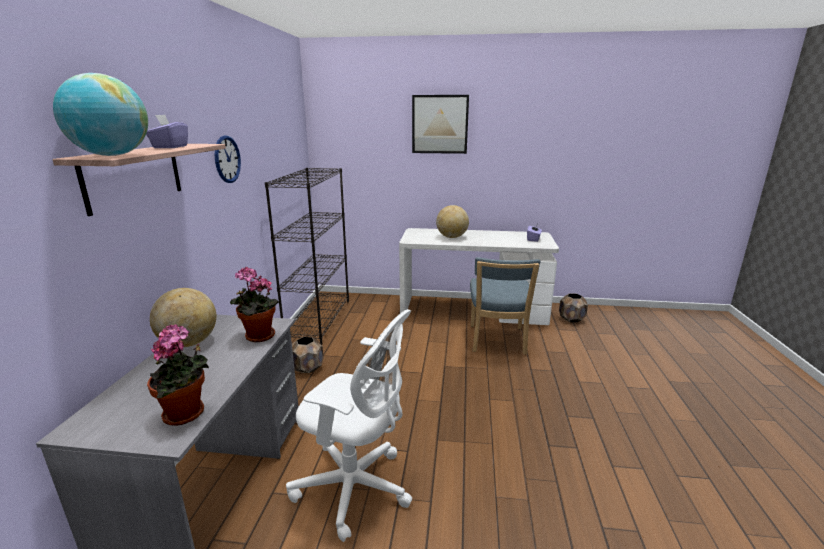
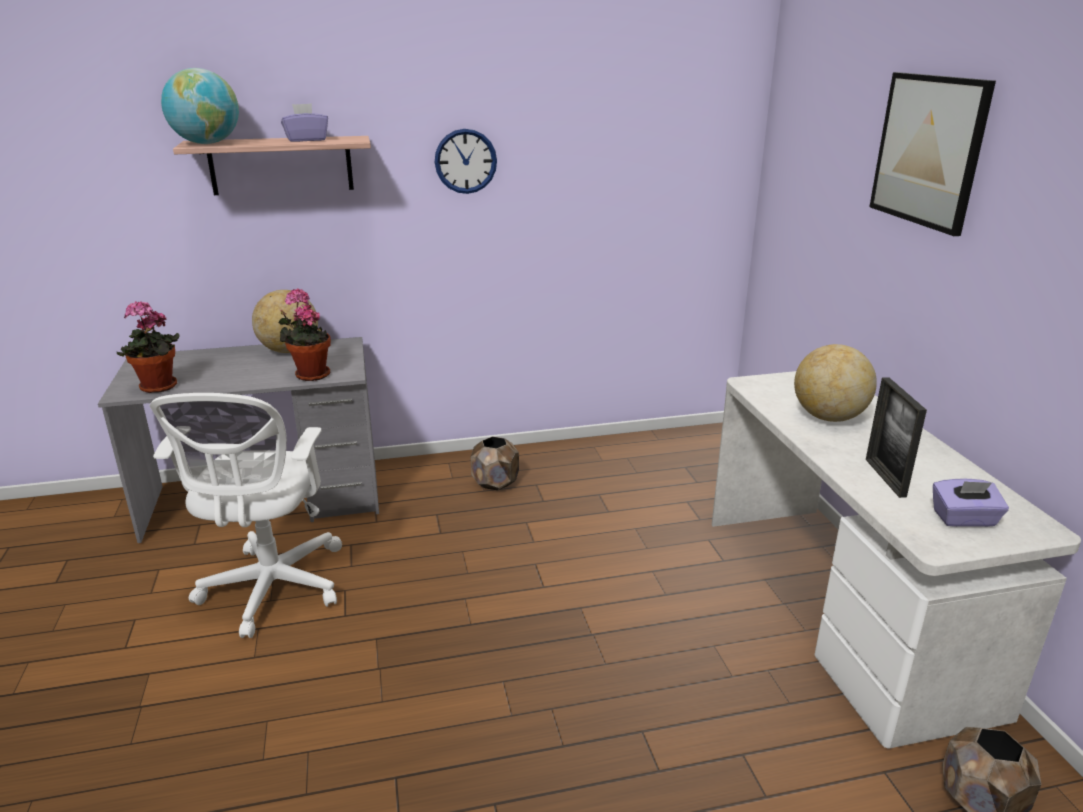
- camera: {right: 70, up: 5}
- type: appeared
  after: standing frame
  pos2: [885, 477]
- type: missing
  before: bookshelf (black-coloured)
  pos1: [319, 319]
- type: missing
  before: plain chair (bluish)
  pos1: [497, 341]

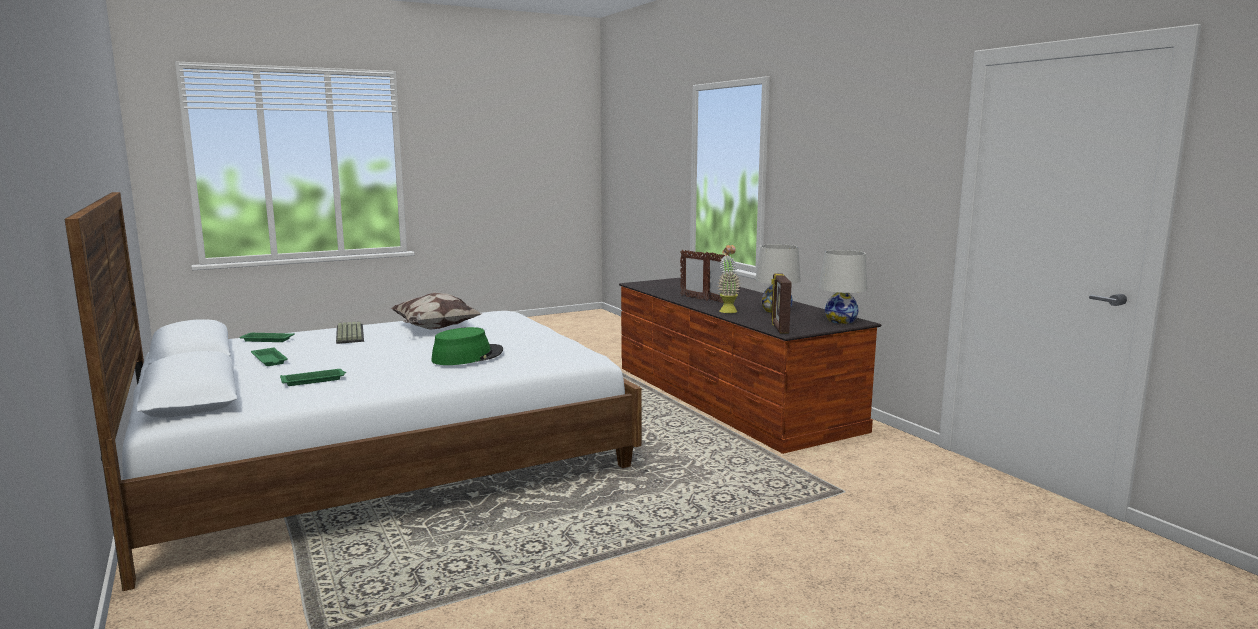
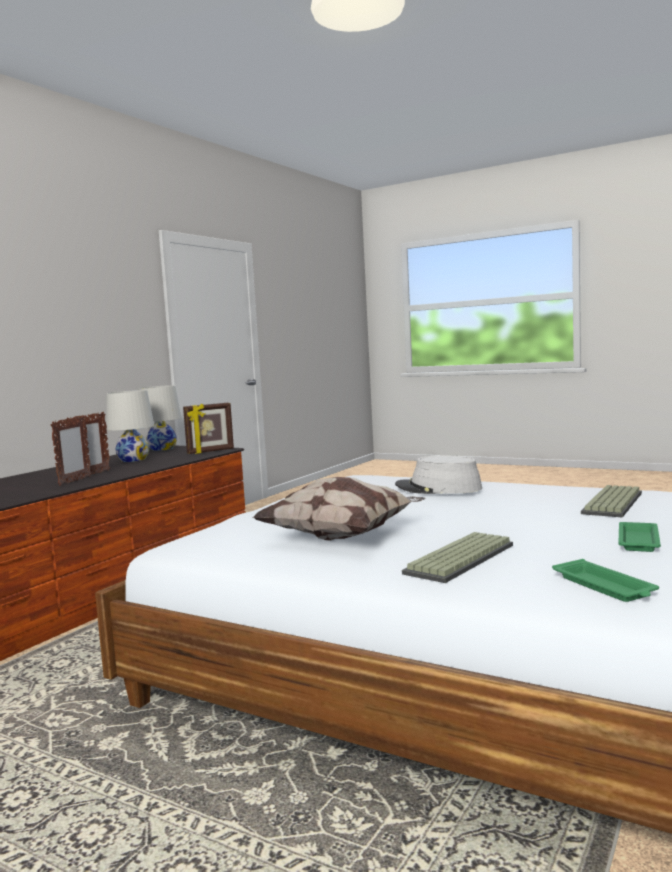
- camera: {right: -120, up: -5}
- type: colour
  before: hat (green-coloured)
  after: hat (gray)
  pos1: [467, 356]
  pos2: [438, 488]
- type: exchanged
  before: tray (green-coloured)
  after: computer keyboard
  pos1: [314, 380]
  pos2: [614, 503]
- type: missing
  before: plant in a pot
  pos1: [727, 310]

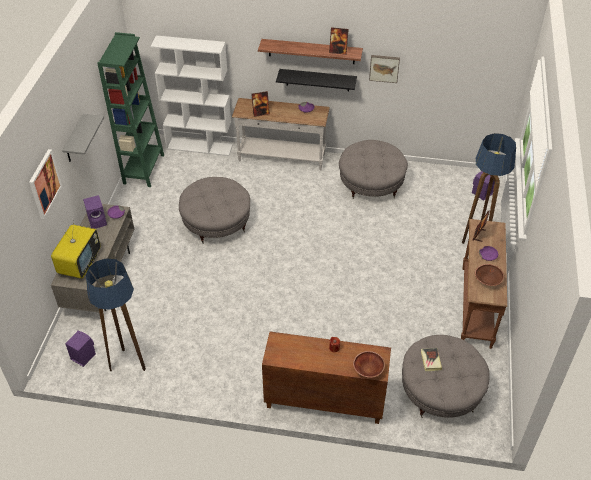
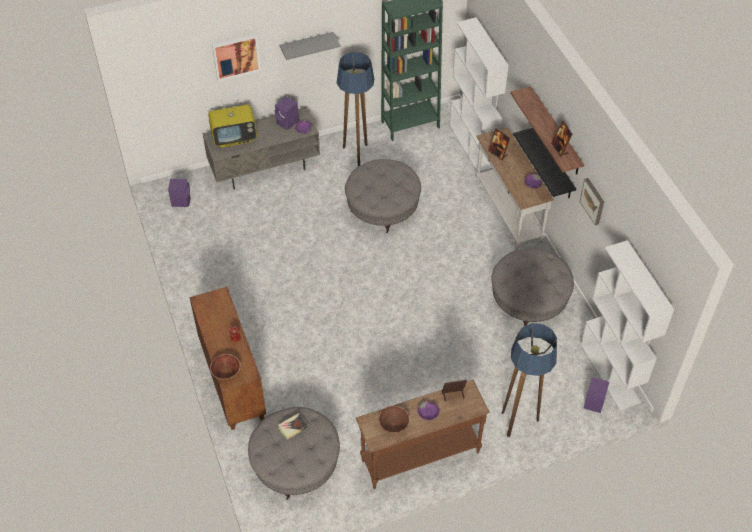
- camera: {right: 60, up: 5}
- type: relocated
  before: standard lamp
  pos1: [129, 364]
  pos2: [356, 155]
- type: appeared
  after: bookshelf (whitish)
  pos2: [610, 373]

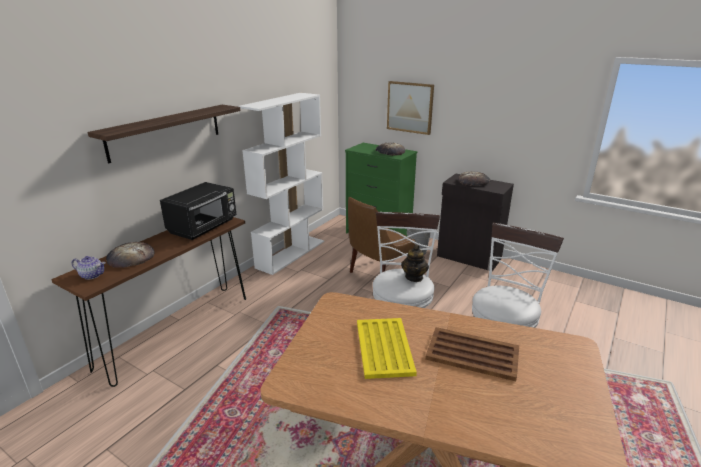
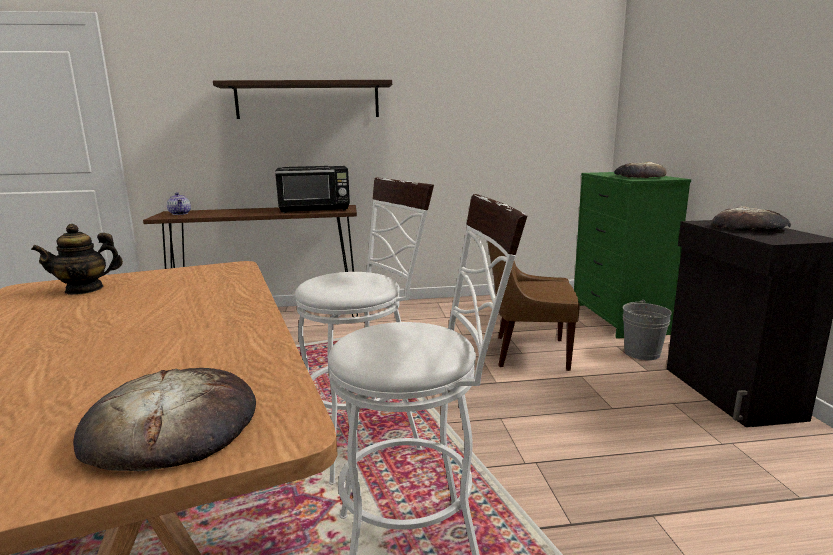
- camera: {right: 50, up: -10}
- type: relocated
  before: tea pot
  pos1: [414, 277]
  pos2: [84, 289]
- type: relocated
  before: bread
  pos1: [131, 257]
  pos2: [172, 425]
- type: missing
  before: bookshelf (whitish)
  pos1: [291, 254]
- type: missing
  before: tray (yellowish)
  pos1: [384, 348]
- type: missing
  before: picture
  pos1: [410, 107]
- type: missing
  before: tray (brown-coloured)
  pos1: [471, 353]

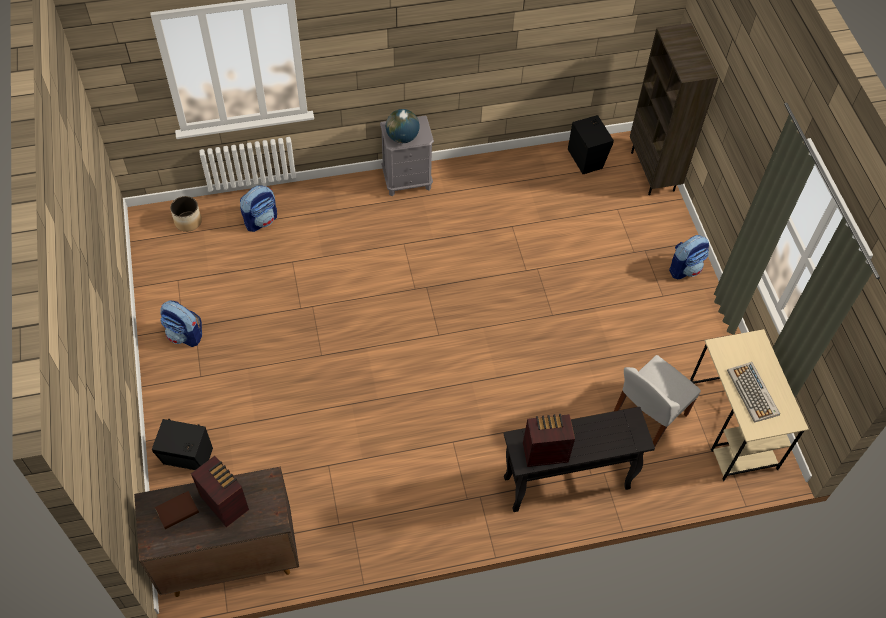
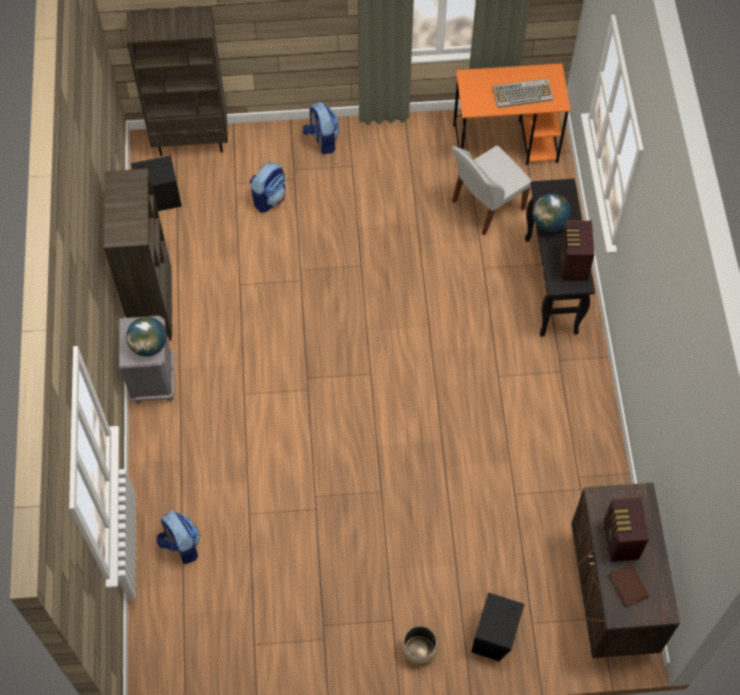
- camera: {right: -80, up: 5}
- type: appeared
  after: bookshelf (brown-coloured)
  pos2: [154, 312]
- type: relocated
  before: backpack
  pos1: [185, 335]
  pos2: [269, 198]
- type: relocated
  before: flower pot
  pos1: [188, 221]
  pos2: [419, 650]
- type: spun
  before: plain chair (whitish)
  pos1: [648, 416]
  pos2: [486, 206]
  turn: 90
- type: colour
  before: desk unit (beige)
  after: desk unit (orangey)
  pos1: [731, 428]
  pos2: [506, 143]
- type: appeared
  after: desk globe
  pos2: [550, 223]
- type: spun
  before: radio
  pos1: [224, 502]
  pos2: [620, 540]
  turn: -60

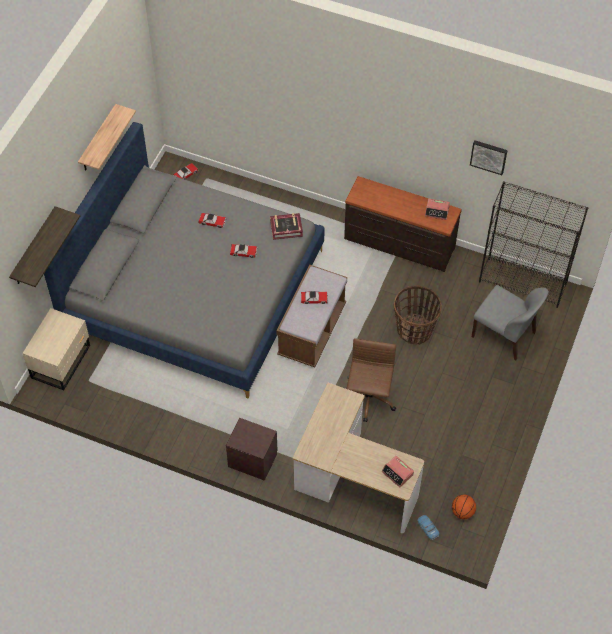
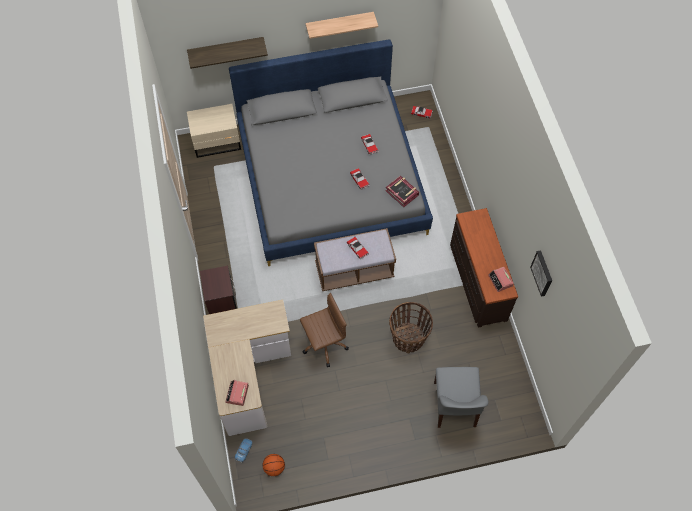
- camera: {right: 55, up: 5}
- type: missing
  before: bookshelf (black-coloured)
  pos1: [523, 282]

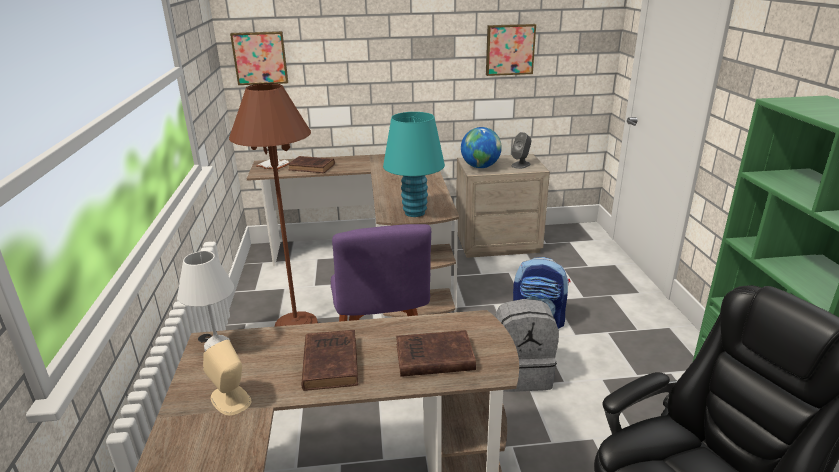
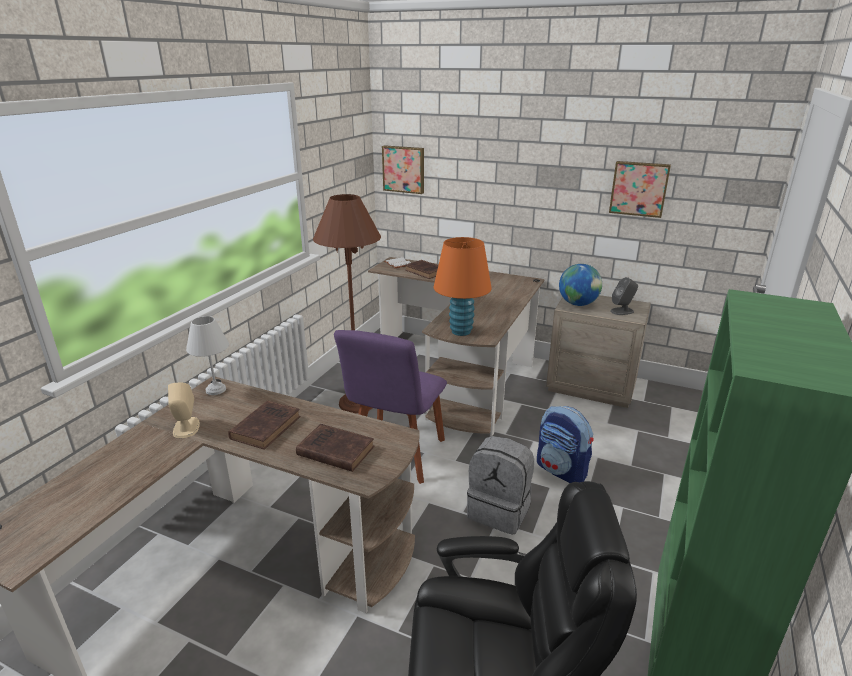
- camera: {right: 30, up: 0}
- type: colour
  before: table lamp (blue-green)
  after: table lamp (orangey)
  pos1: [414, 213]
  pos2: [461, 331]

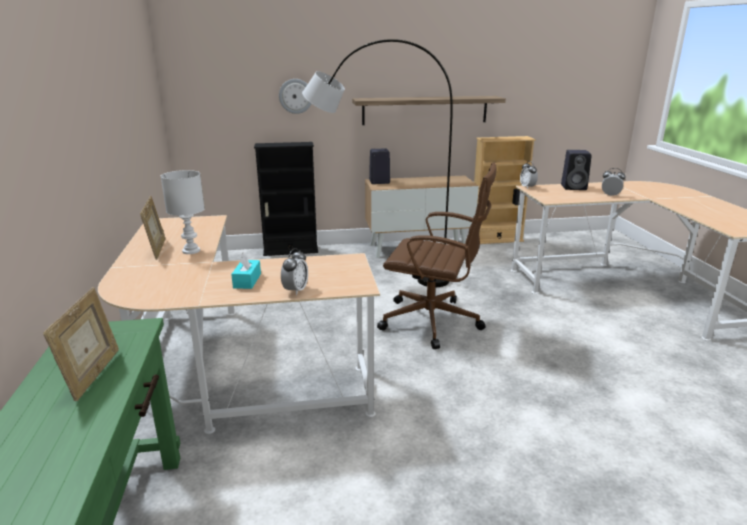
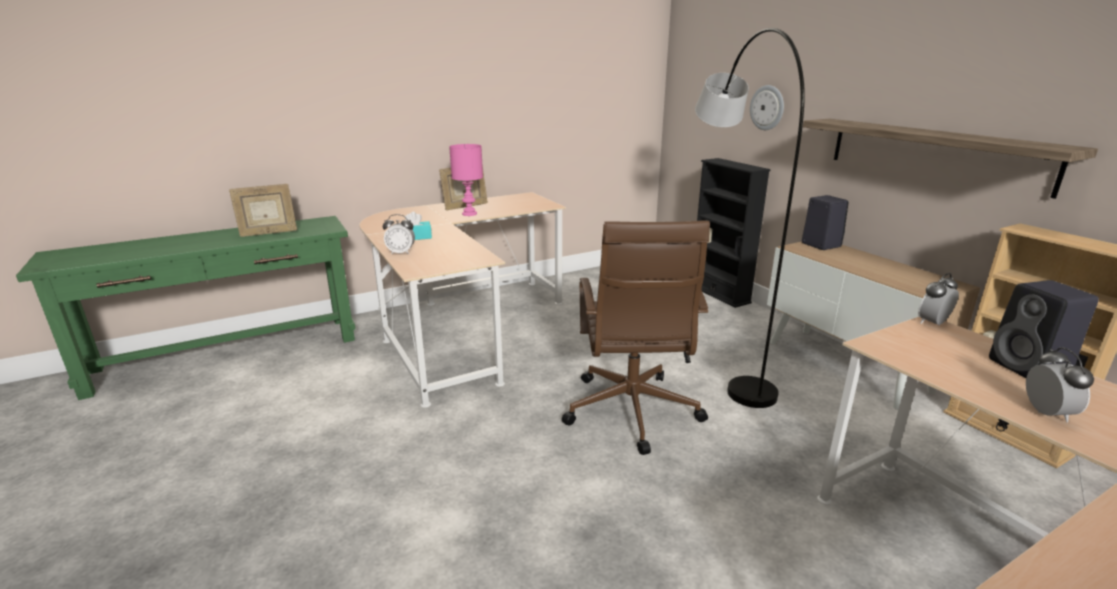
- camera: {right: 70, up: 0}
- type: colour
  before: table lamp (whitish)
  after: table lamp (pink)
  pos1: [192, 250]
  pos2: [470, 214]

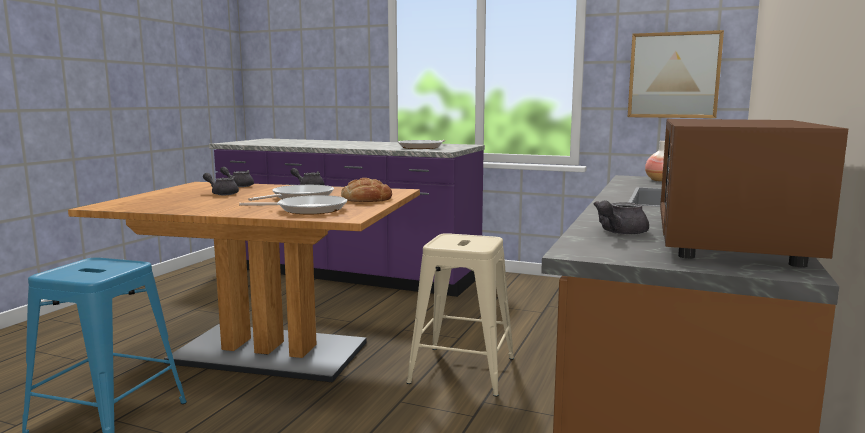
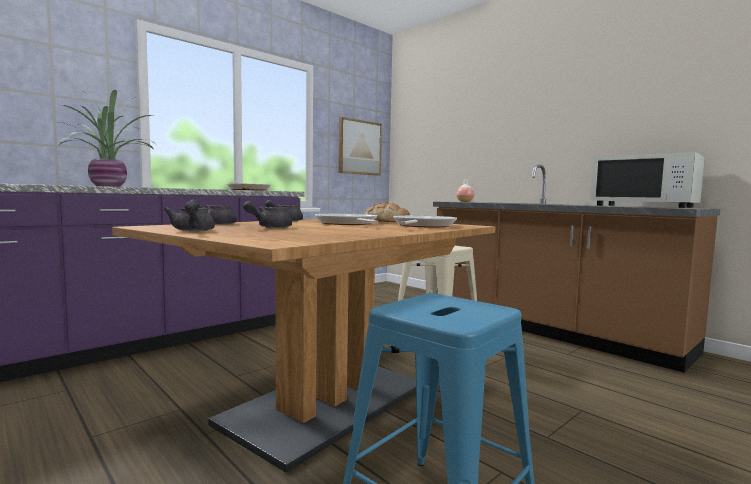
- camera: {right: -65, up: -5}
- type: appeared
  after: plant in a pot
  pos2: [109, 186]
- type: relocated
  before: tea pot (gray)
  pos1: [619, 232]
  pos2: [192, 231]
- type: colour
  before: microwave (brown-coloured)
  after: microwave (whitish)
  pos1: [731, 240]
  pos2: [644, 206]

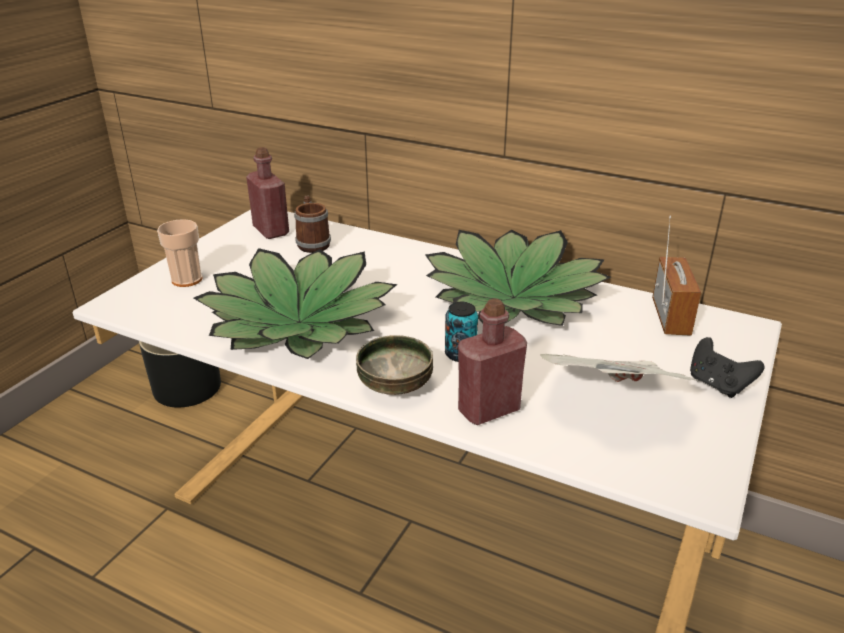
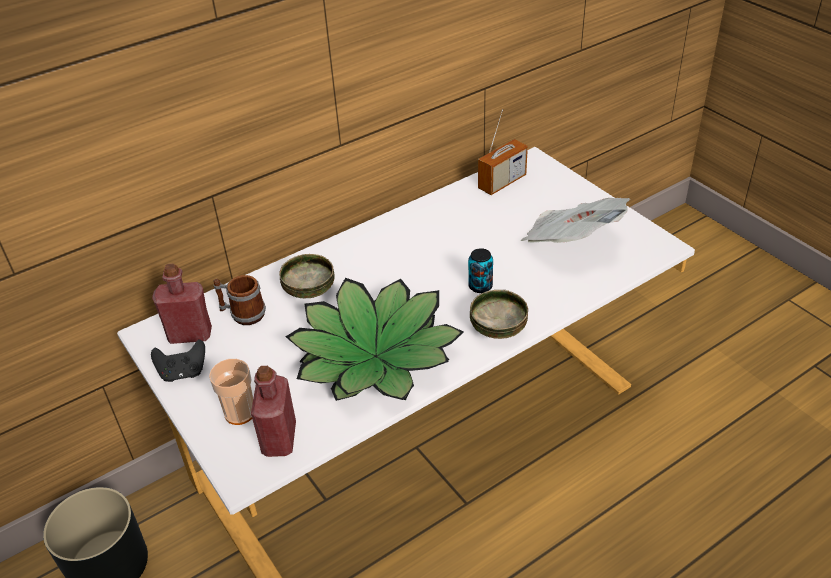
- camera: {right: -60, up: 10}
- type: relocated
  before: game controller (black-coloured)
  pos1: [718, 385]
  pos2: [183, 372]
- type: relocated
  before: bottle (red-coloured)
  pos1: [489, 410]
  pos2: [279, 439]
- type: appeared
  after: deep dish
  pos2: [308, 291]
- type: spun
  before: radio
  pos1: [671, 317]
  pos2: [502, 182]
  turn: 105
- type: missing
  before: plant in a pot
  pos1: [513, 297]

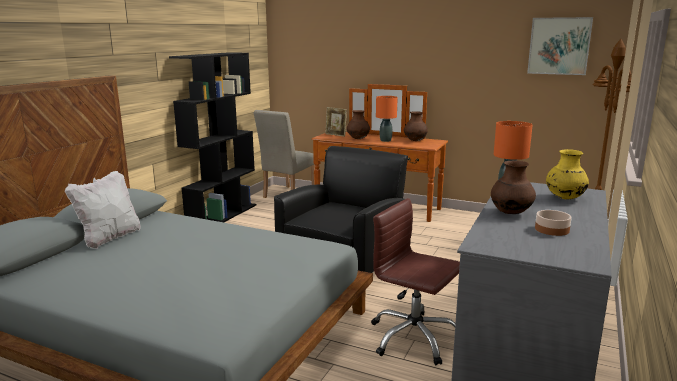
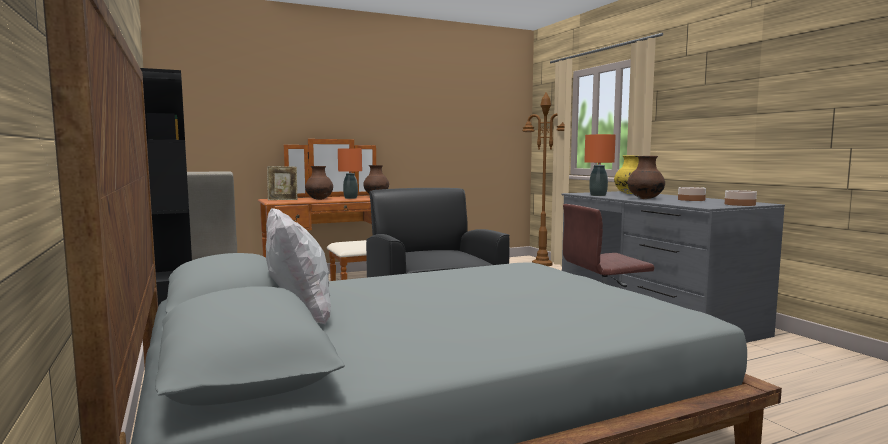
- camera: {right: -50, up: -10}
- type: appeared
  after: deep dish
  pos2: [740, 204]
- type: missing
  before: picture
  pos1: [559, 46]

